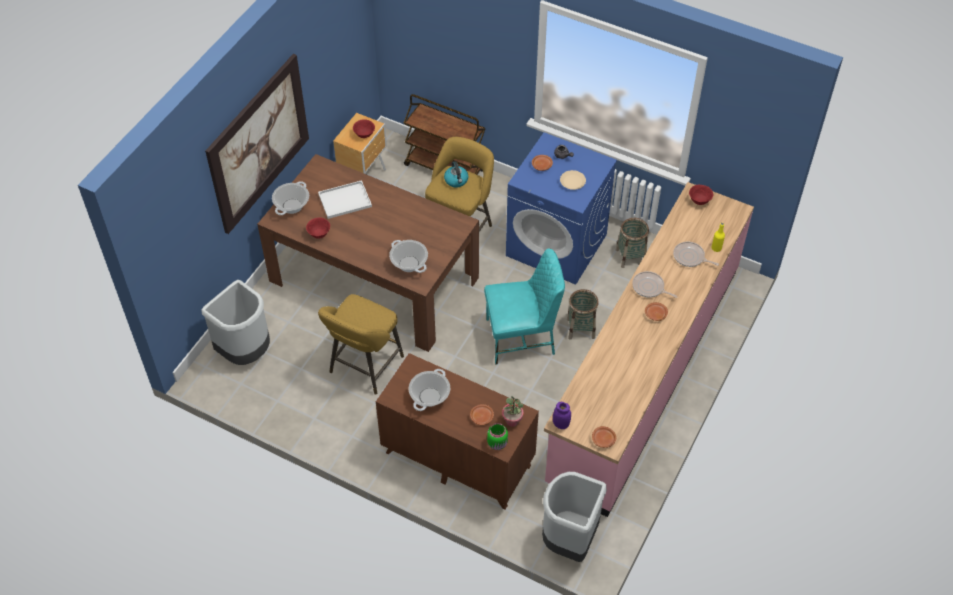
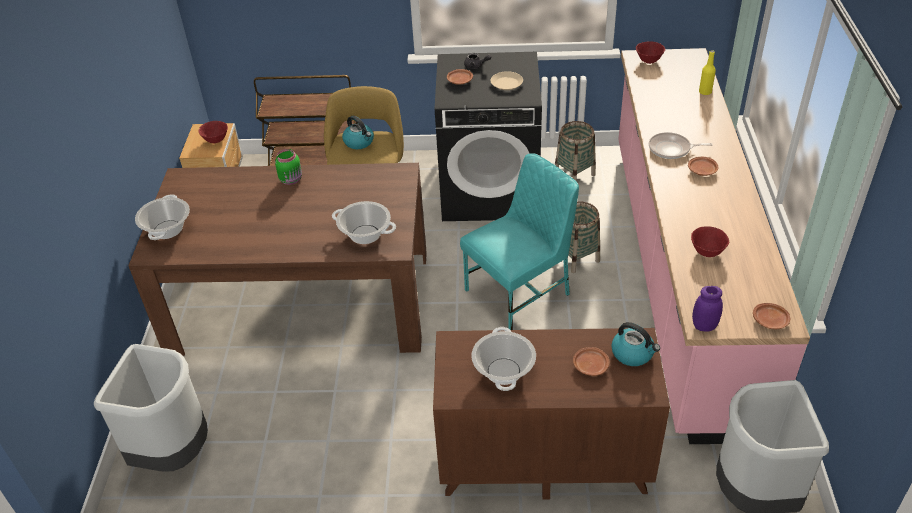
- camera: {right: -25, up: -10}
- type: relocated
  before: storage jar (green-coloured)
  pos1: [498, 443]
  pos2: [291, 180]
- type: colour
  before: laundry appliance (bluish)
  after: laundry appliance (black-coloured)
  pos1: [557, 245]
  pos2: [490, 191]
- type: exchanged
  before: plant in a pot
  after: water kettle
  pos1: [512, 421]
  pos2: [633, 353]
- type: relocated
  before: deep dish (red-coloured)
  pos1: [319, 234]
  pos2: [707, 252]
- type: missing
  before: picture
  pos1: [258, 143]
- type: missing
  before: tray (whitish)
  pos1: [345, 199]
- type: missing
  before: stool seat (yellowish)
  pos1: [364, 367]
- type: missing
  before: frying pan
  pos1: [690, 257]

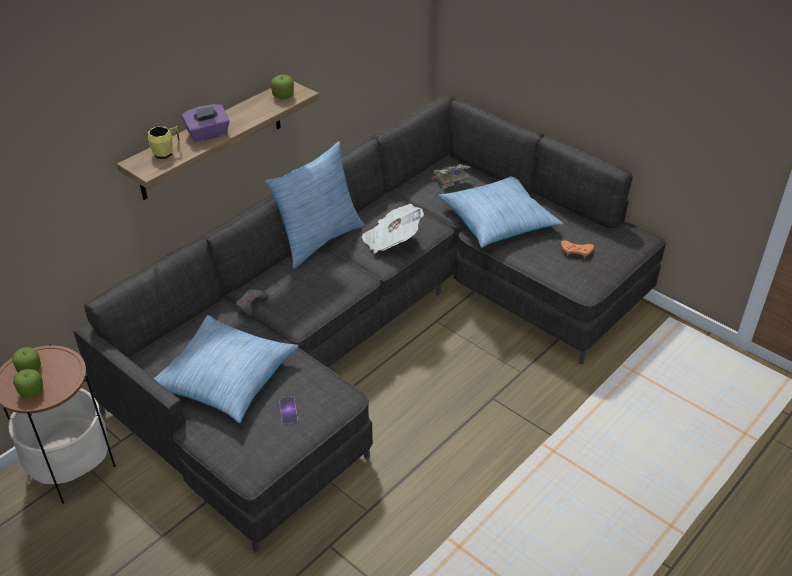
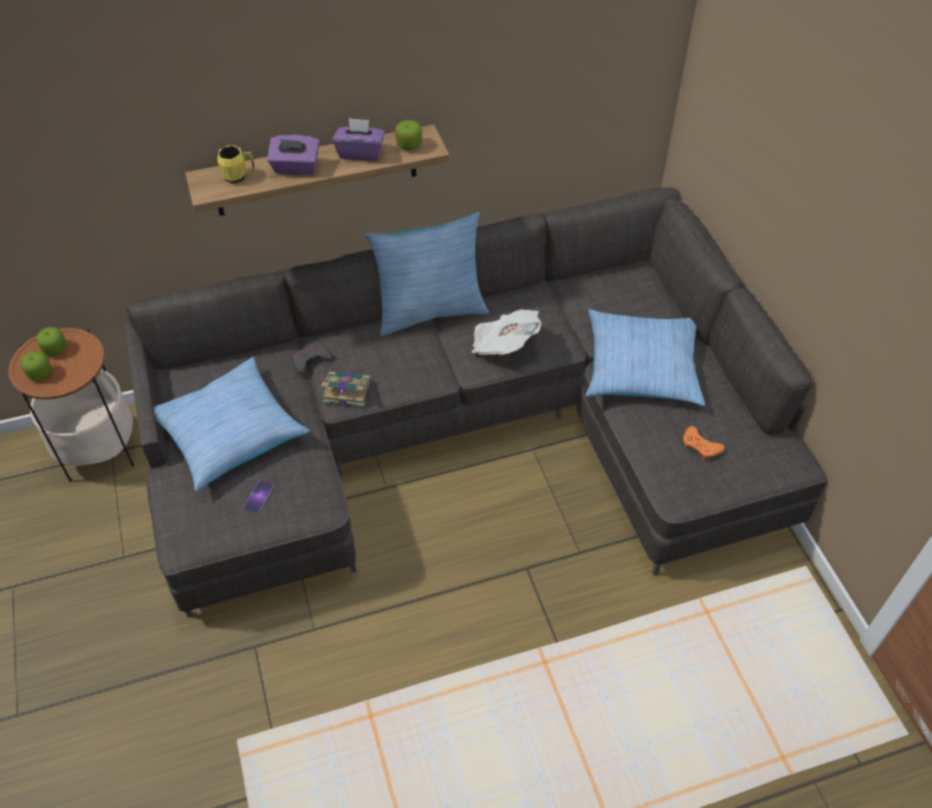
- camera: {right: 30, up: 10}
- type: relocated
  before: volume
  pos1: [450, 179]
  pos2: [345, 391]
- type: appeared
  after: tissue holder (purple)
  pos2: [360, 153]

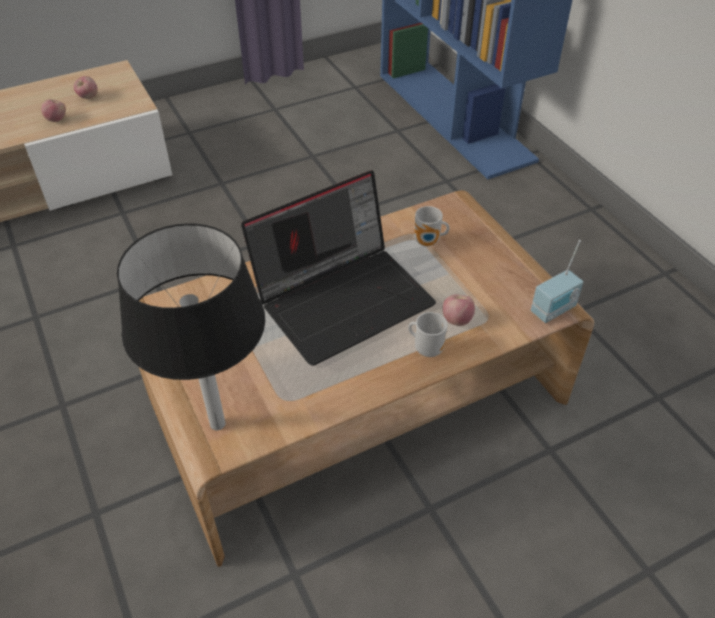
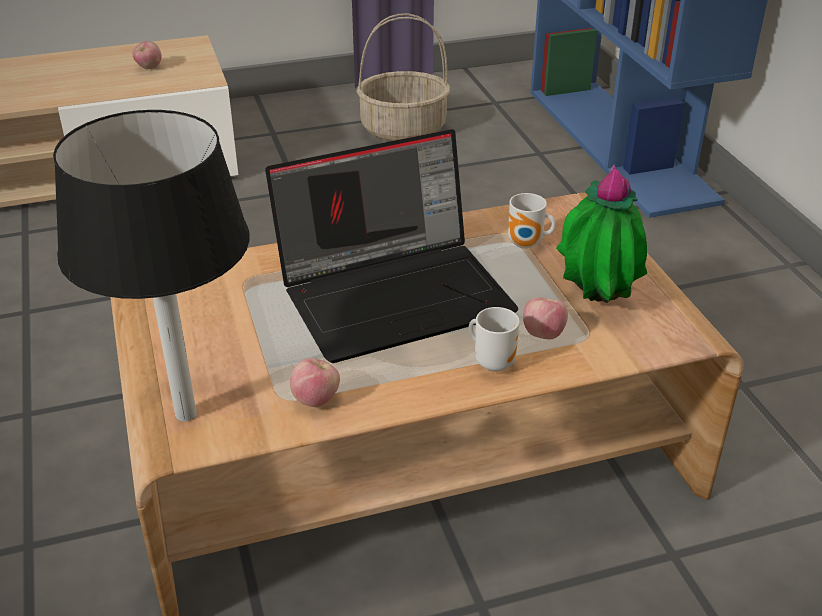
- camera: {right: 10, up: -10}
- type: relocated
  before: apple
  pos1: [56, 119]
  pos2: [316, 399]
- type: appeared
  after: household basket
  pos2: [404, 129]
- type: appeared
  after: plant in a pot
  pos2: [594, 303]
- type: missing
  before: radio
  pos1: [554, 310]

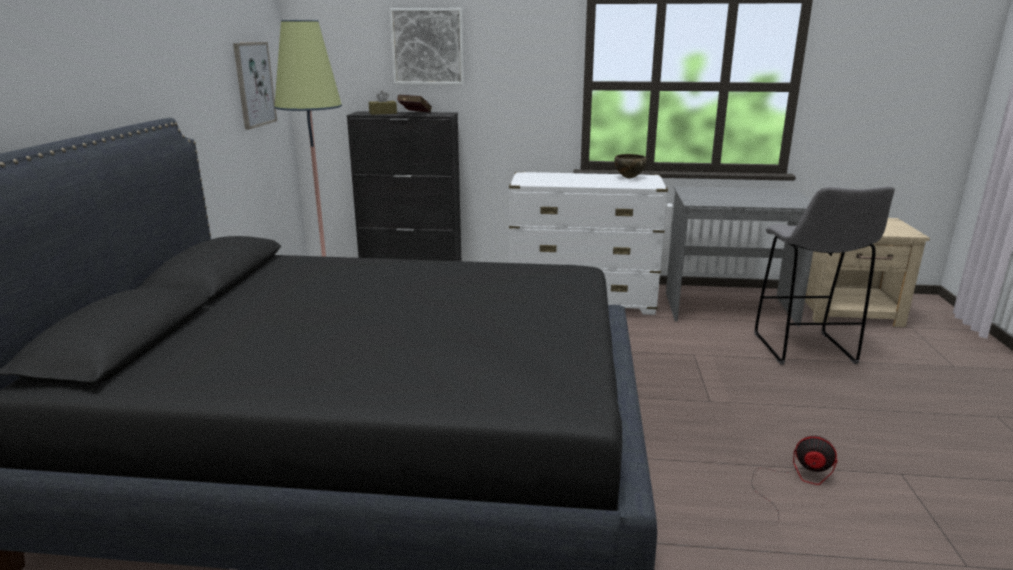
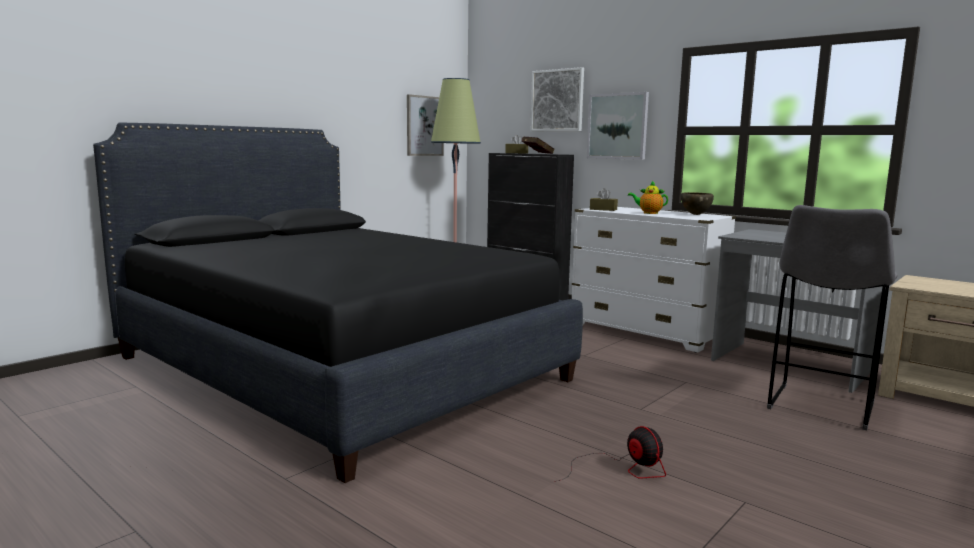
- camera: {right: 35, up: -10}
- type: appeared
  after: picture
  pos2: [617, 126]
- type: appeared
  after: tissue holder (brown-coloured)
  pos2: [603, 209]
- type: appeared
  after: tea pot
  pos2: [648, 213]

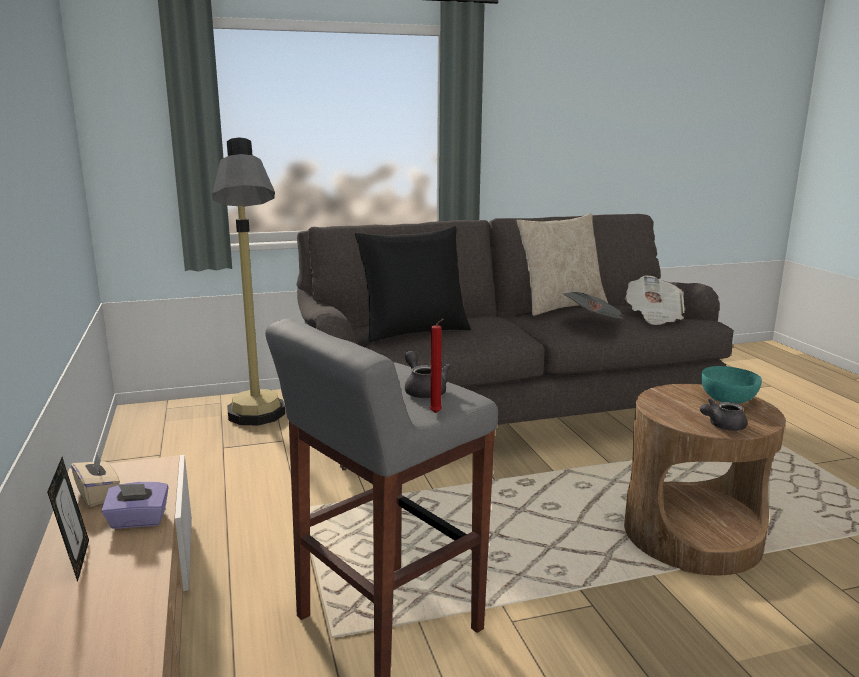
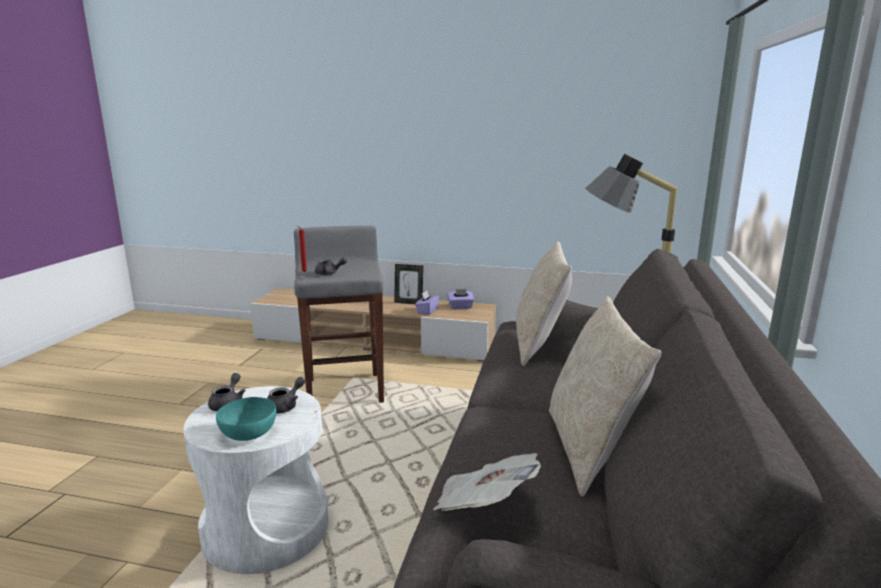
- camera: {right: 120, up: 0}
- type: colour
  before: end table (brown-coloured)
  after: end table (whitish)
  pos1: [691, 535]
  pos2: [266, 528]
- type: appeared
  after: tea pot (gray)
  pos2: [285, 406]
- type: colour
  before: tissue holder (beige)
  after: tissue holder (purple)
  pos1: [98, 494]
  pos2: [460, 307]
- type: colour
  before: cushion (black-coloured)
  after: cushion (beige)
  pos1: [414, 331]
  pos2: [539, 345]
- type: missing
  before: printed paper
  pos1: [595, 322]

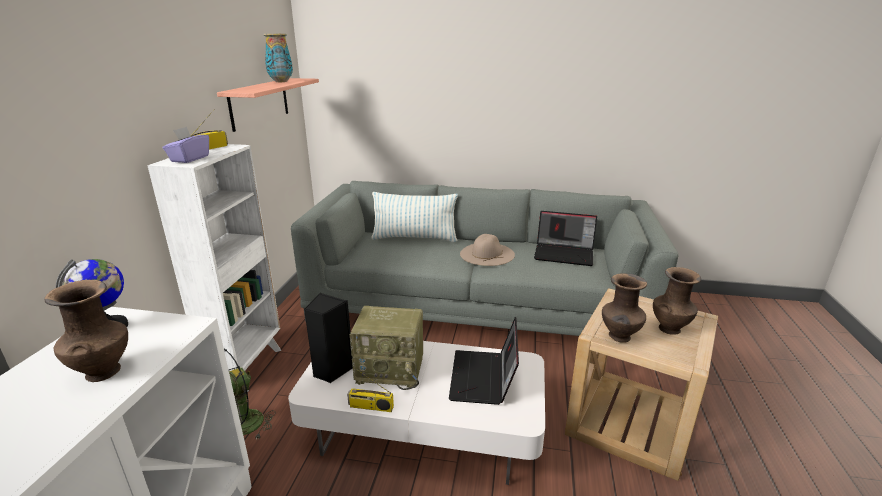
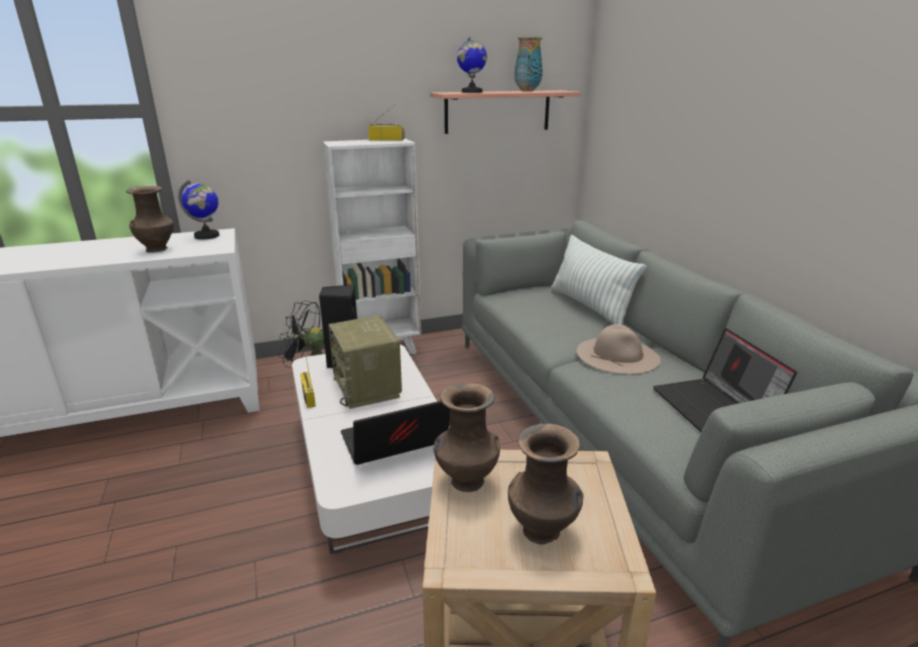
- camera: {right: 60, up: 0}
- type: appeared
  after: desk globe
  pos2: [471, 92]
- type: missing
  before: tissue holder (purple)
  pos1: [189, 159]

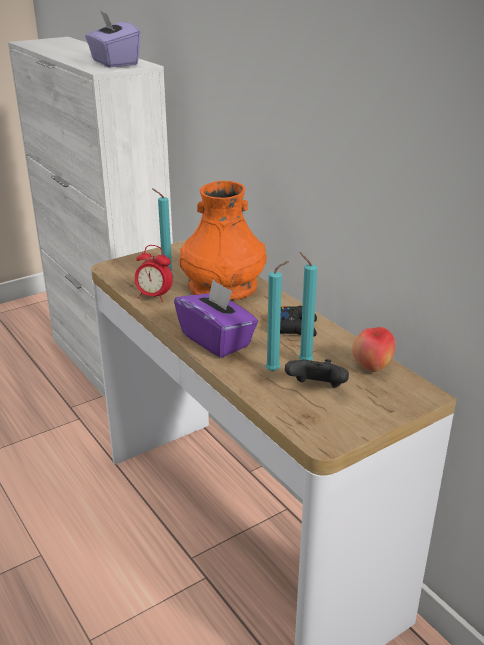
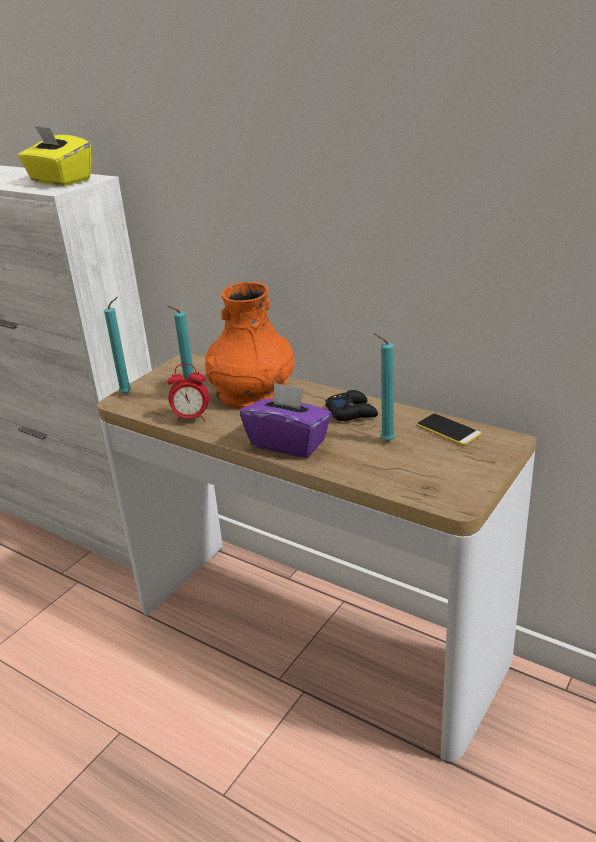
- camera: {right: -20, up: 0}
- type: colour
  before: tissue holder (purple)
  after: tissue holder (yellowish)
  pos1: [114, 63]
  pos2: [60, 181]
- type: relocated
  before: wax candle (blue-green)
  pos1: [275, 371]
  pos2: [128, 393]
- type: exchanged
  before: apple
  after: phone
  pos1: [371, 368]
  pos2: [448, 430]
- type: missing
  before: game controller (black-coloured)
  pos1: [316, 389]

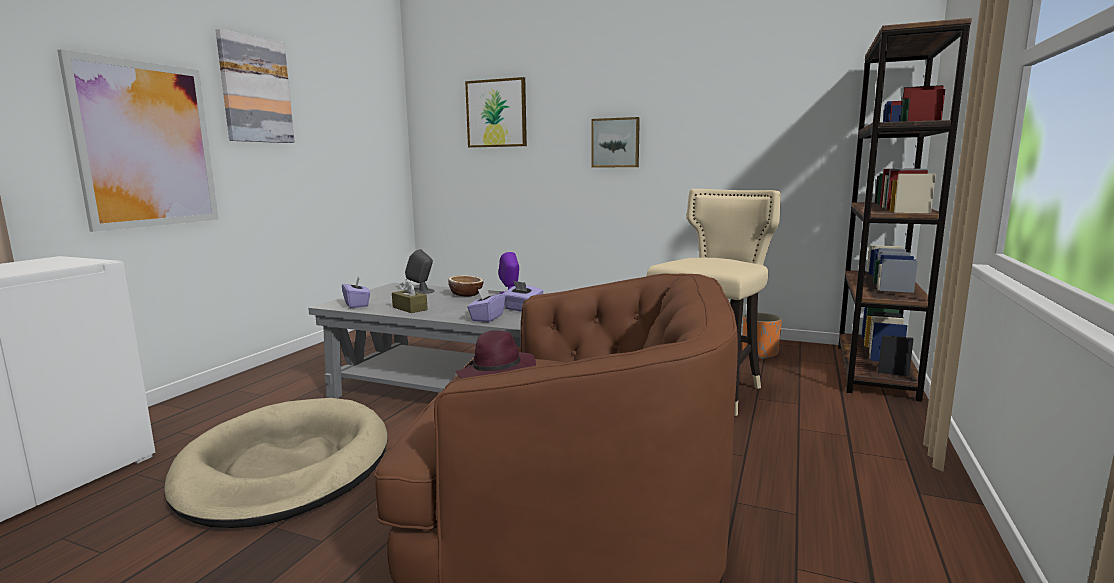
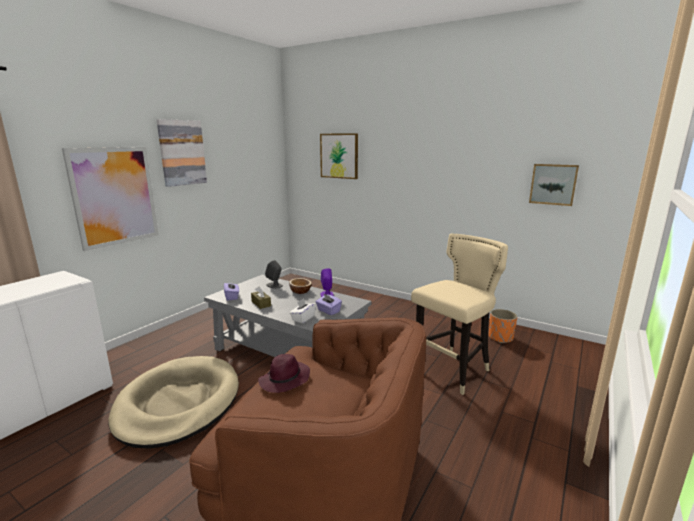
- camera: {right: 10, up: 5}
- type: colour
  before: tissue holder (purple)
  after: tissue holder (whitish)
  pos1: [487, 318]
  pos2: [303, 318]
- type: relocated
  before: picture
  pos1: [615, 143]
  pos2: [553, 184]
- type: missing
  before: bookshelf (brown-coloured)
  pos1: [874, 371]

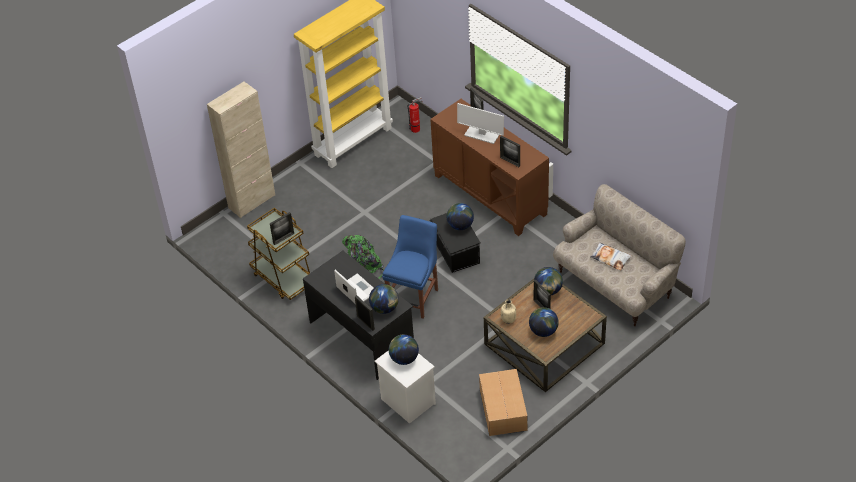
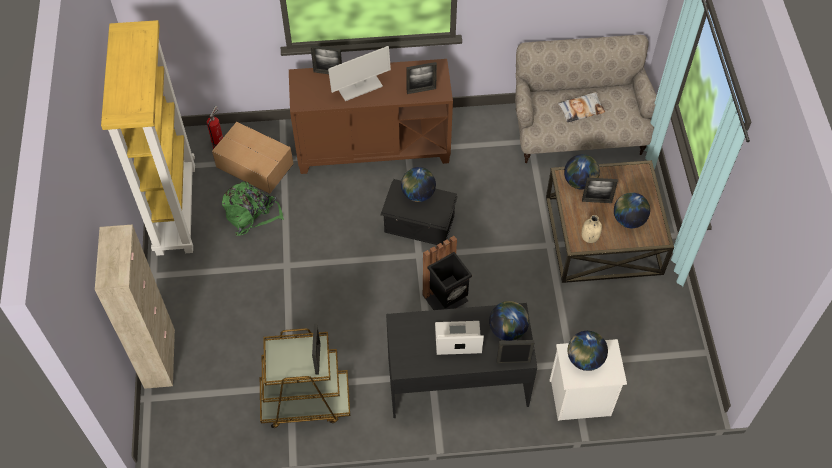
- camera: {right: -55, up: 10}
- type: relocated
  before: packing box
  pos1: [503, 408]
  pos2: [254, 164]
- type: relocated
  before: backpack (green-coloured)
  pos1: [363, 266]
  pos2: [251, 214]
- type: exchanged
  before: plain chair (bluish)
  after: trash can (black-coloured)
  pos1: [414, 297]
  pos2: [446, 299]

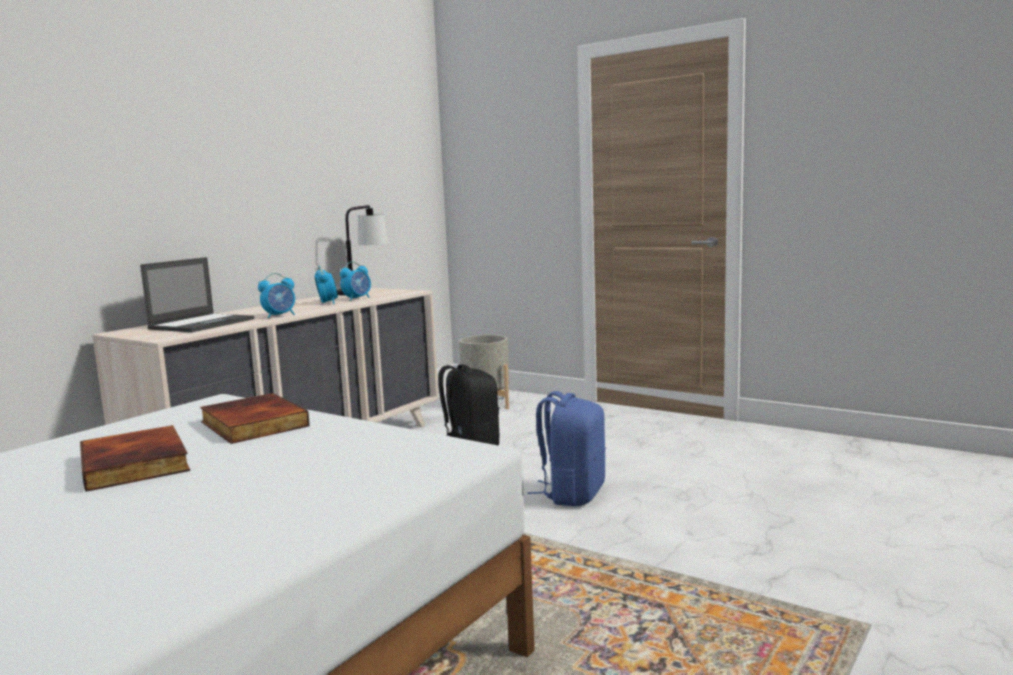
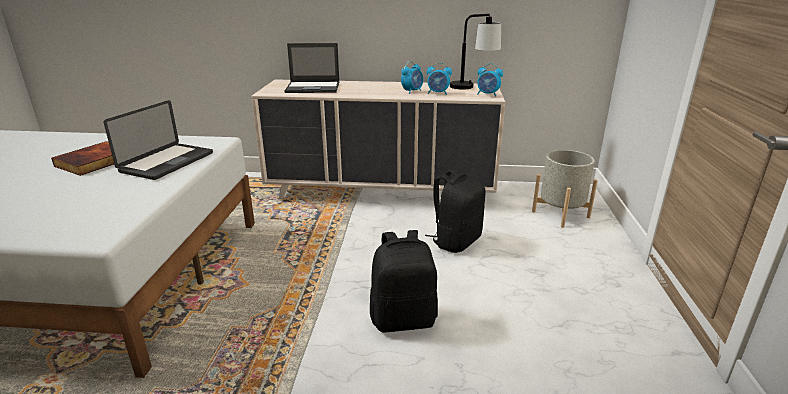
- camera: {right: 60, up: 15}
- type: exchanged
  before: volume
  after: notebook computer
  pos1: [251, 424]
  pos2: [167, 162]
- type: colour
  before: backpack (bluish)
  after: backpack (black-coloured)
  pos1: [572, 494]
  pos2: [403, 319]
- type: relocated
  before: alarm clock
  pos1: [280, 316]
  pos2: [488, 94]

